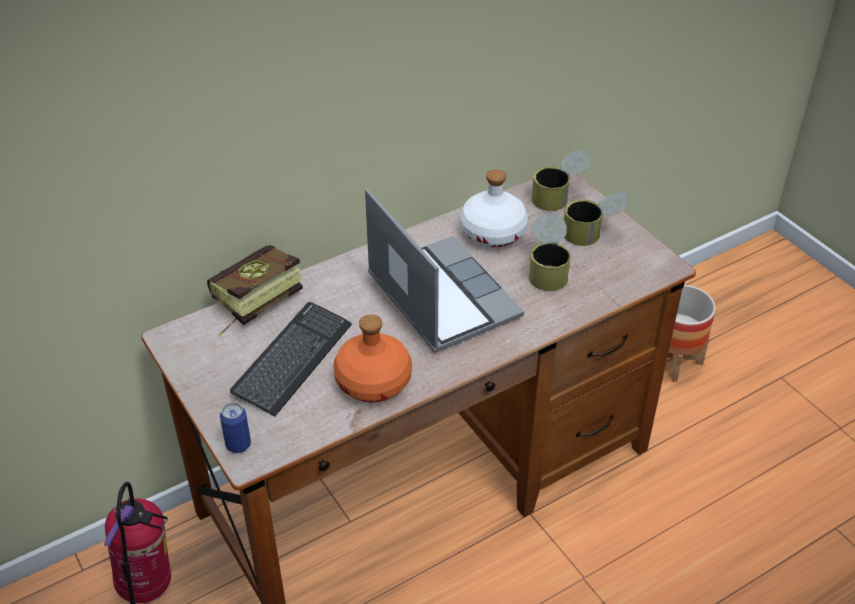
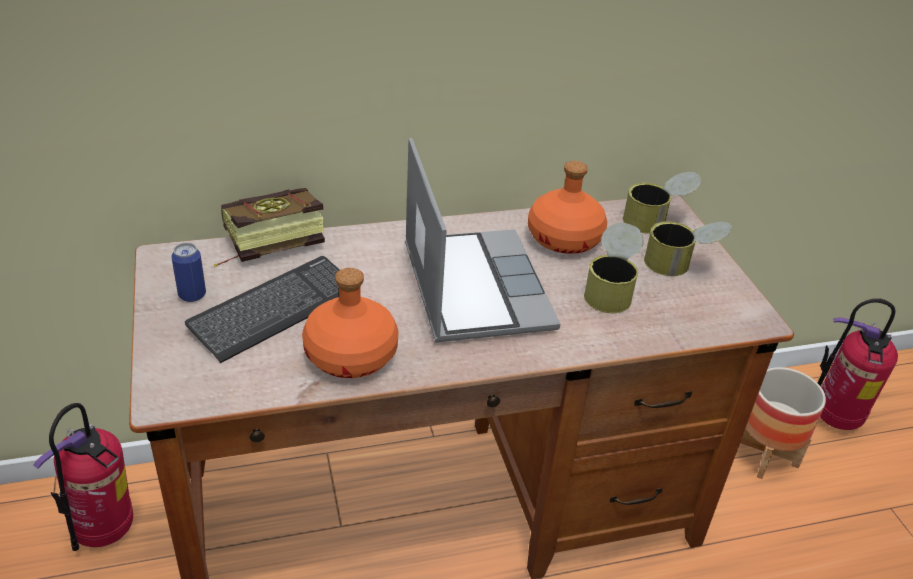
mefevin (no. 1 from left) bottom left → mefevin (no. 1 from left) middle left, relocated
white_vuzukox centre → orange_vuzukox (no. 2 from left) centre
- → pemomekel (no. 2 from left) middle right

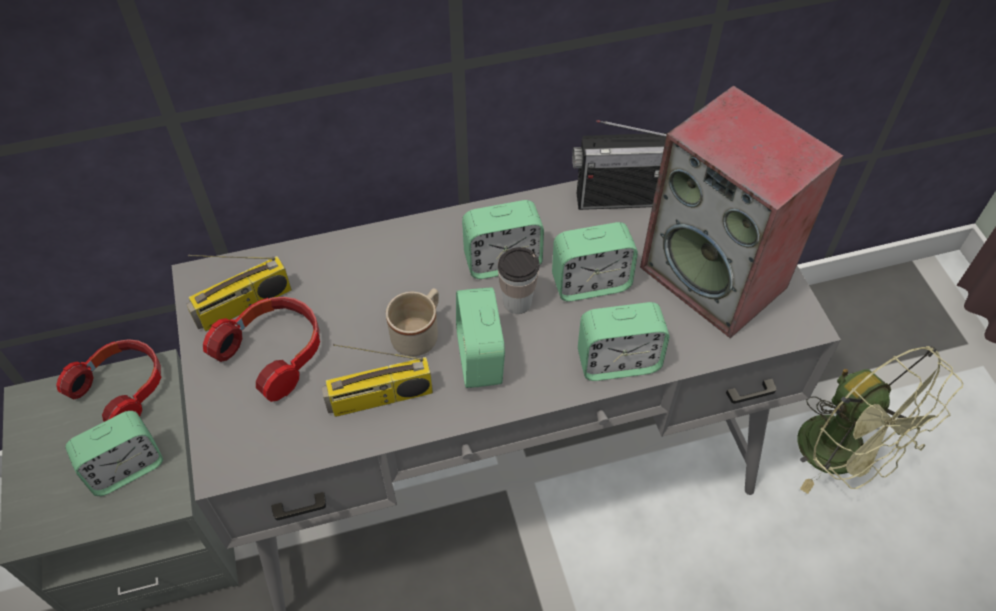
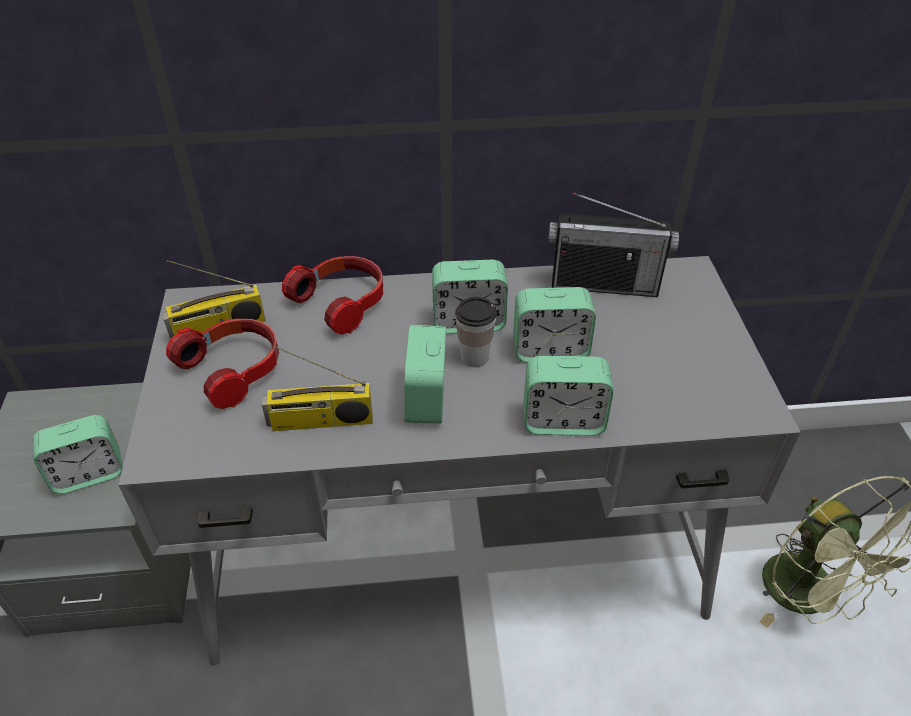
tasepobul (no. 1 from left in the first image) middle left → tasepobul (no. 2 from left) centre, relocated
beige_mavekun centre → -
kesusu middle right → -

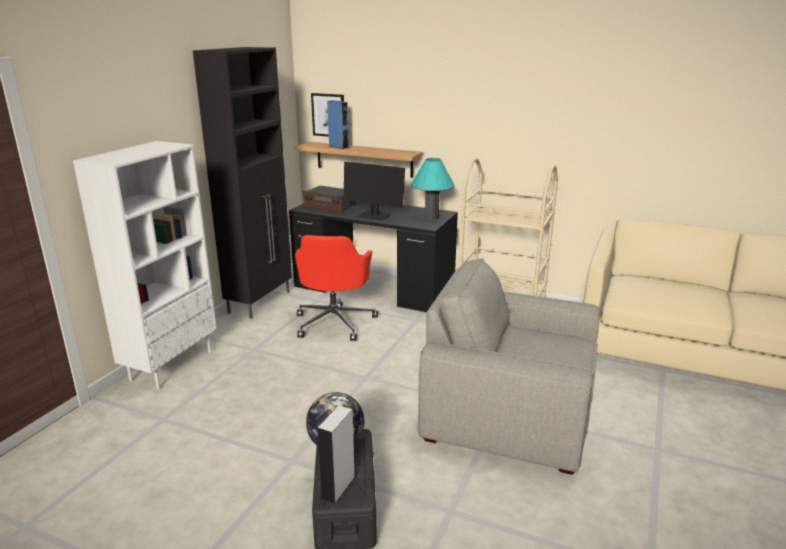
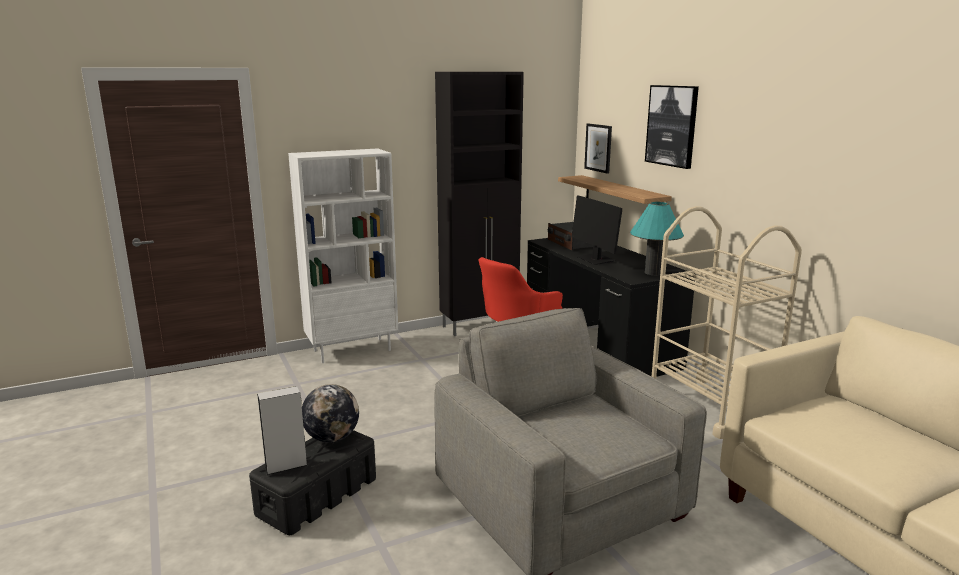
- → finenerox (no. 2 from left) top right
blue_kesusu top centre → -

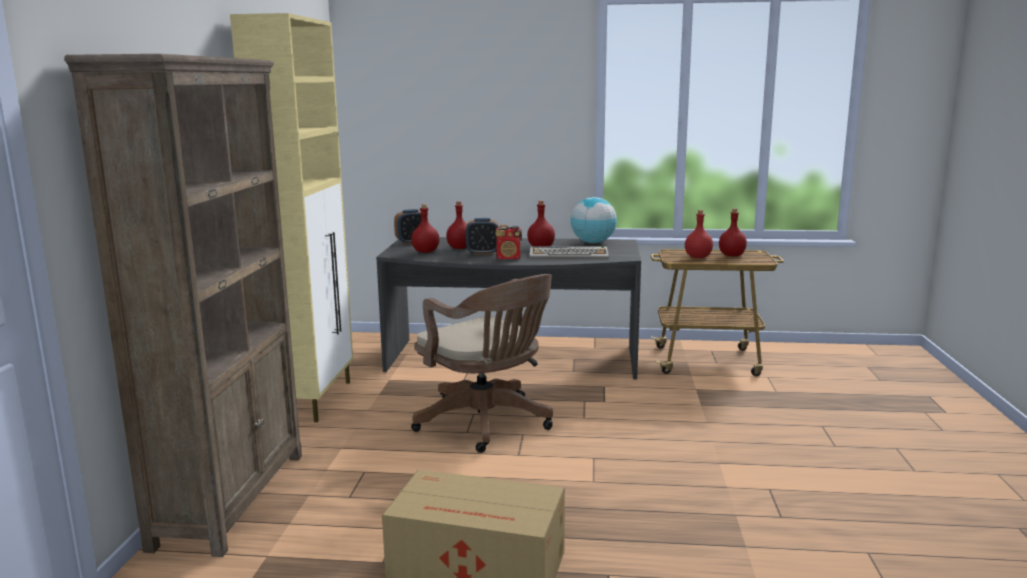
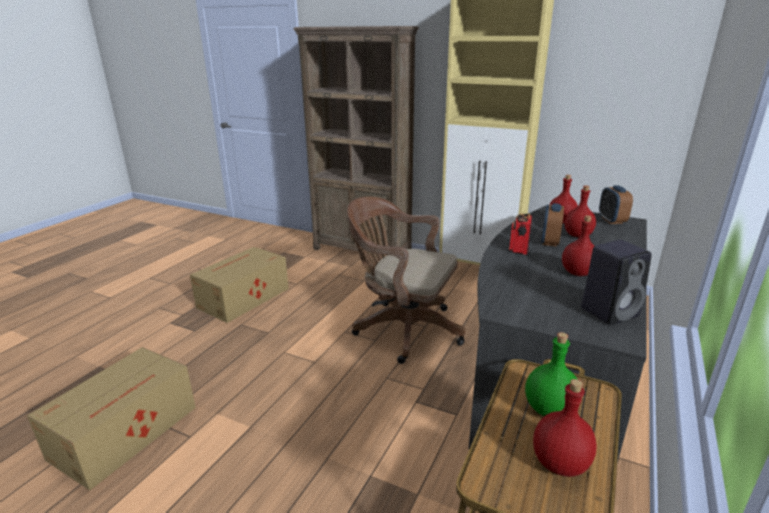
- → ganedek (no. 1 from left) bottom left
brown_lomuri centre, 45 degrees clockwise
red_vuzukox (no. 4 from left) middle right → green_vuzukox bottom right
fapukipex centre → black_kesusu middle right
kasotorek centre → -

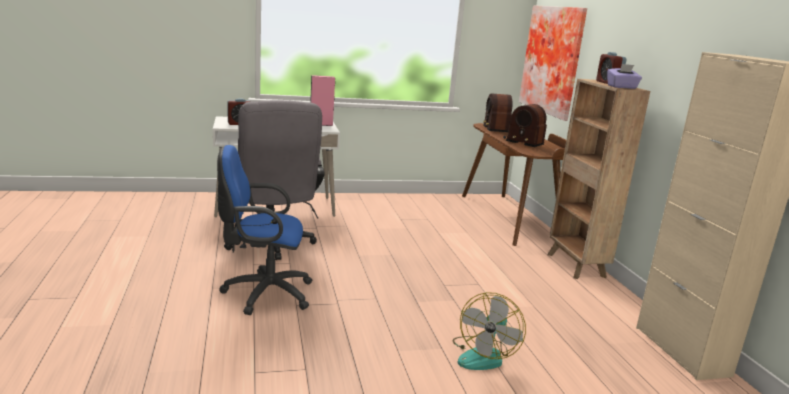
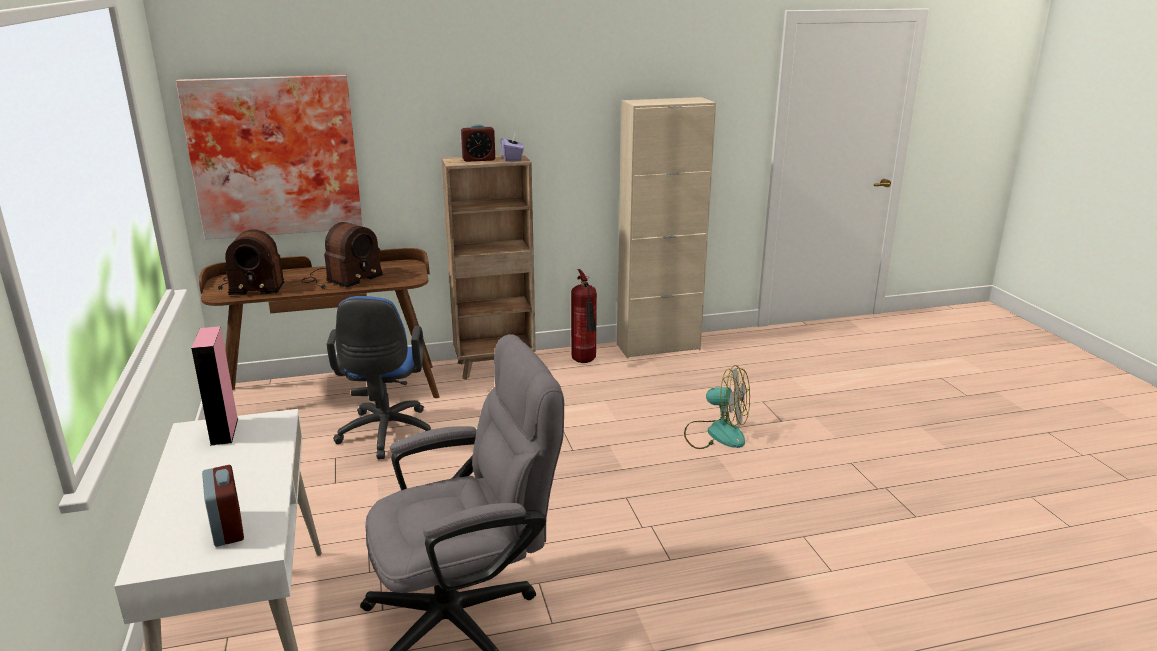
blue_lomuri centre → blue_lomuri middle left, relocated
- → pemomekel centre

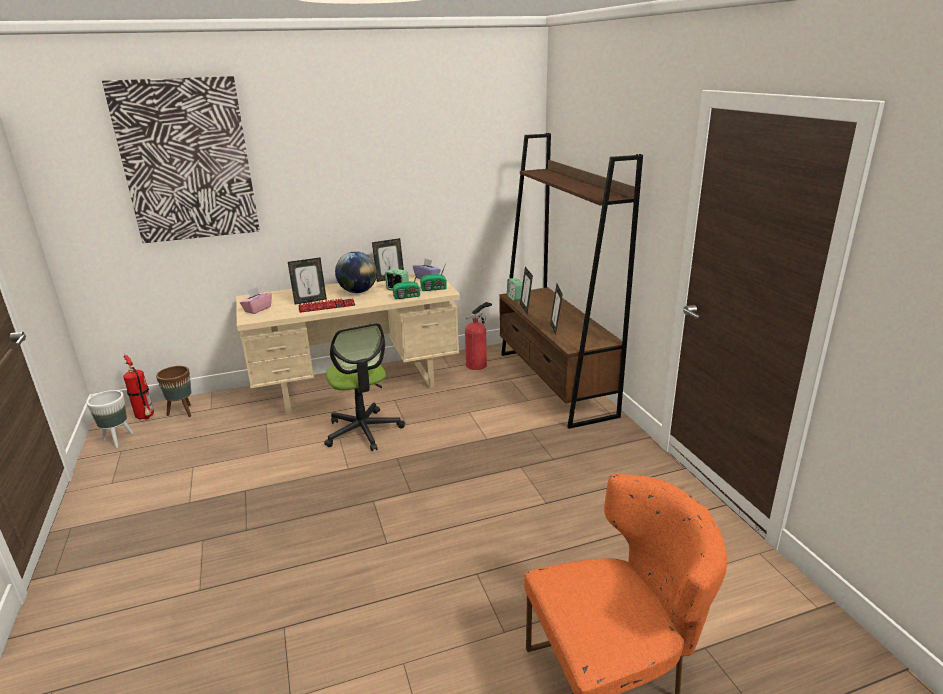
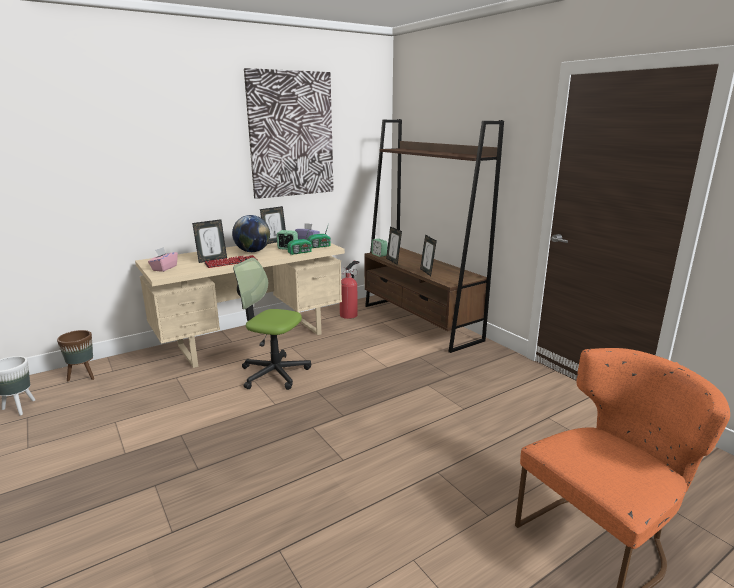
lomuri centre, 150 degrees clockwise
finenerox top left → finenerox top centre, relocated
pemomekel (no. 1 from left) middle left → -

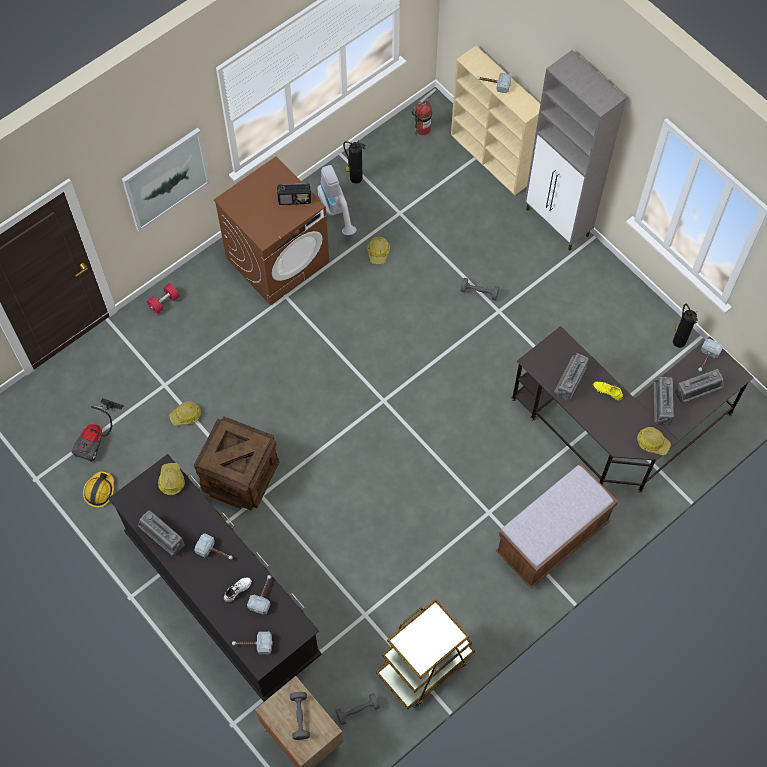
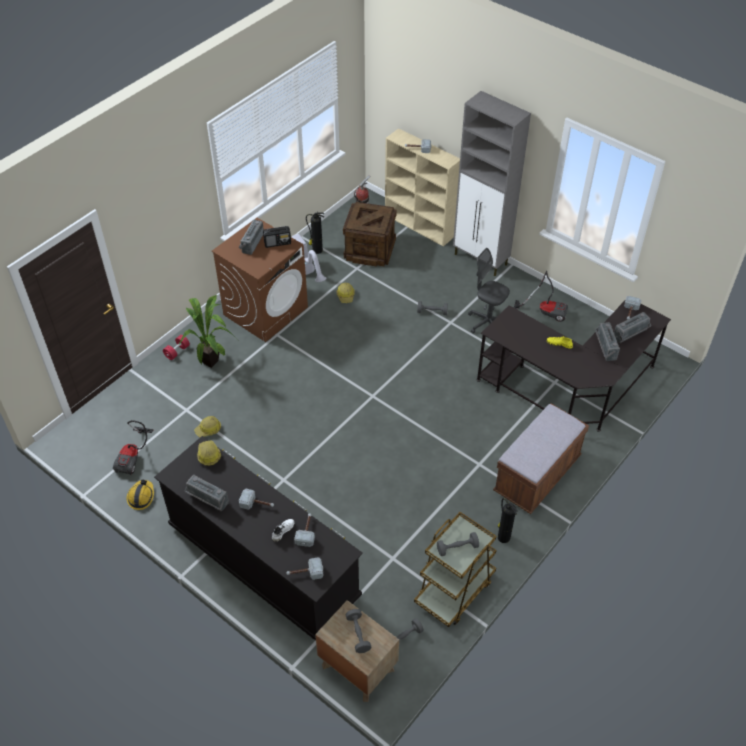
- → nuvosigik middle left
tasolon (no. 3 from left in the first image) middle right → tasolon (no. 2 from left) top centre, relocated
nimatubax middle left → nimatubax top centre, relocated
- → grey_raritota (no. 4 from left) bottom centre
- → grey_lomuri centre
pemomekel (no. 3 from left) middle right → pemomekel (no. 3 from left) bottom right, relocated
- → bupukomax (no. 3 from left) middle right
finenerox top left → -
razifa (no. 5 from left) middle right → -

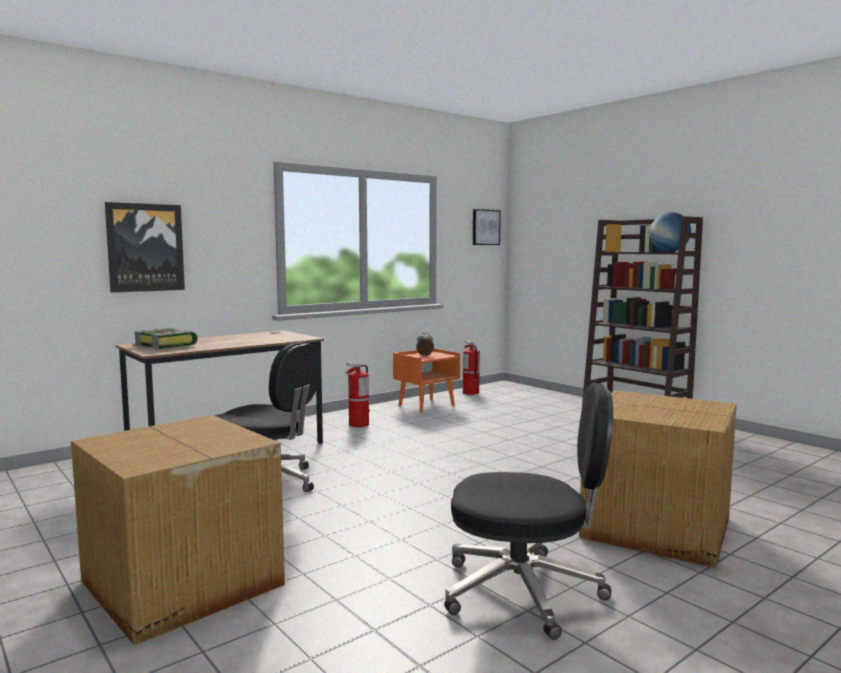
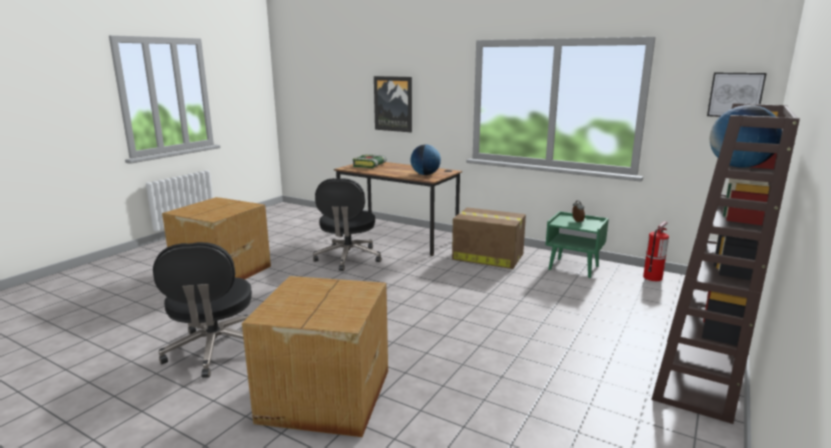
- → fapukipex (no. 1 from left) centre
pemomekel (no. 1 from left) centre → ganedek (no. 3 from left) centre
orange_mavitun centre → green_mavitun middle right

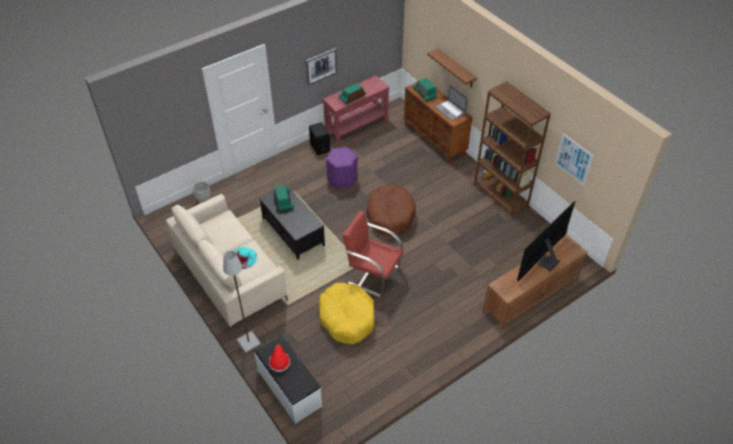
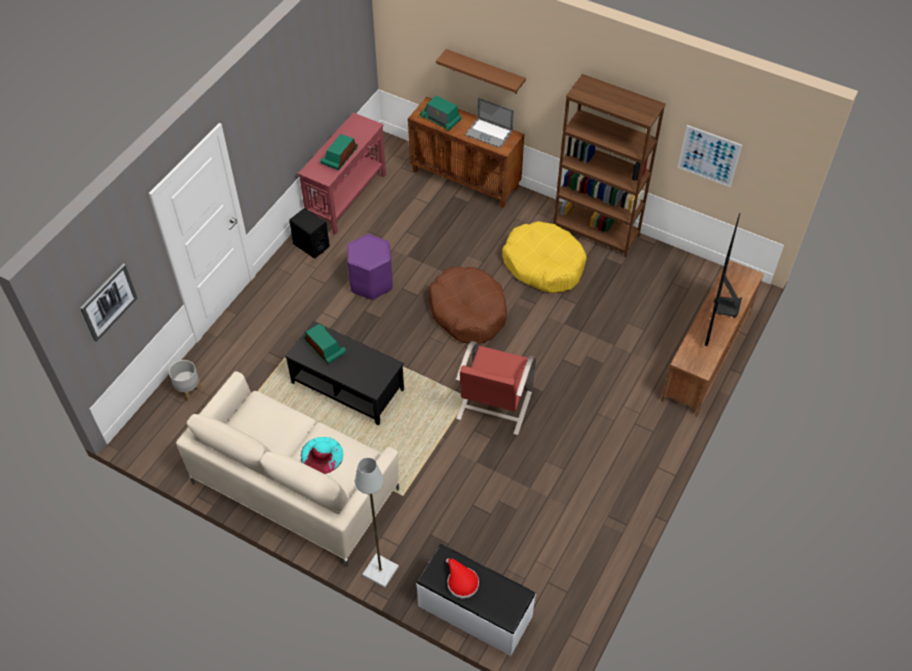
finenerox (no. 1 from left) top centre → finenerox (no. 1 from left) middle left, relocated
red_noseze centre, 75 degrees counterclockwise
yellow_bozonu bottom centre → yellow_bozonu centre, relocated

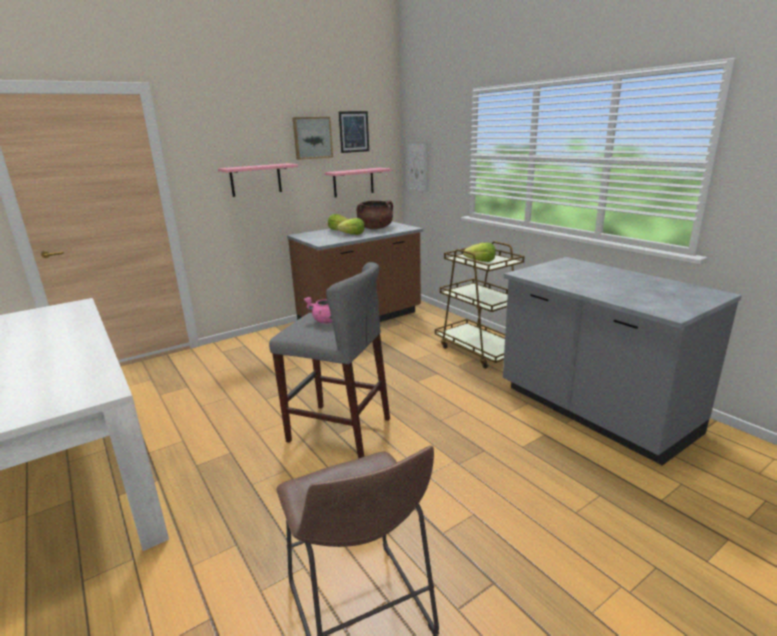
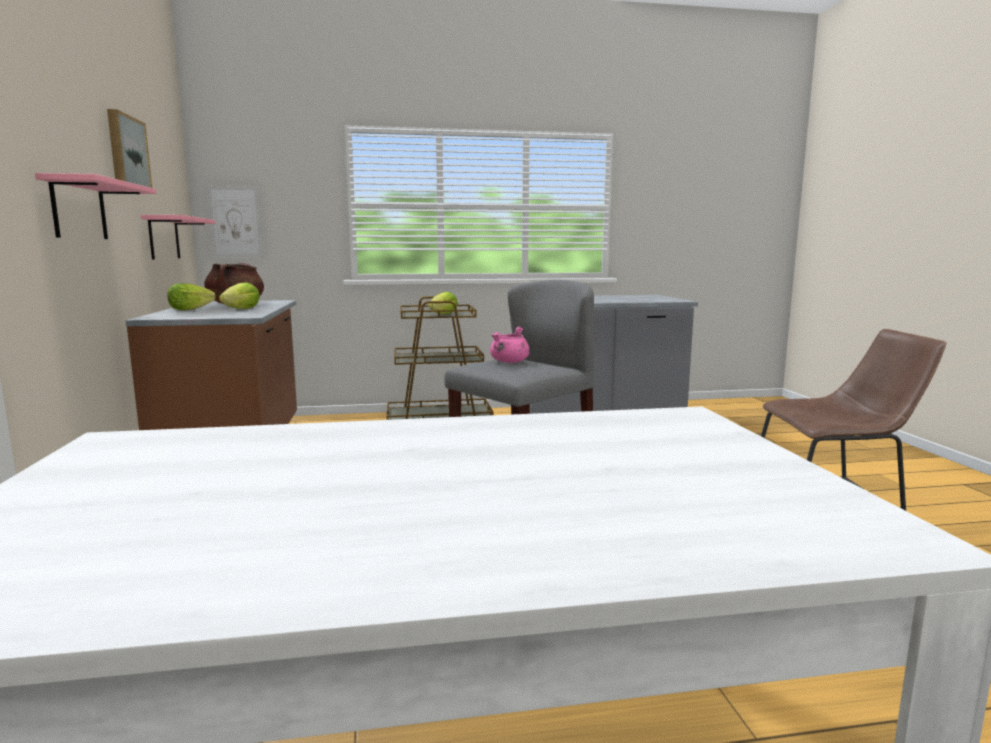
finenerox (no. 2 from left) top centre → -

